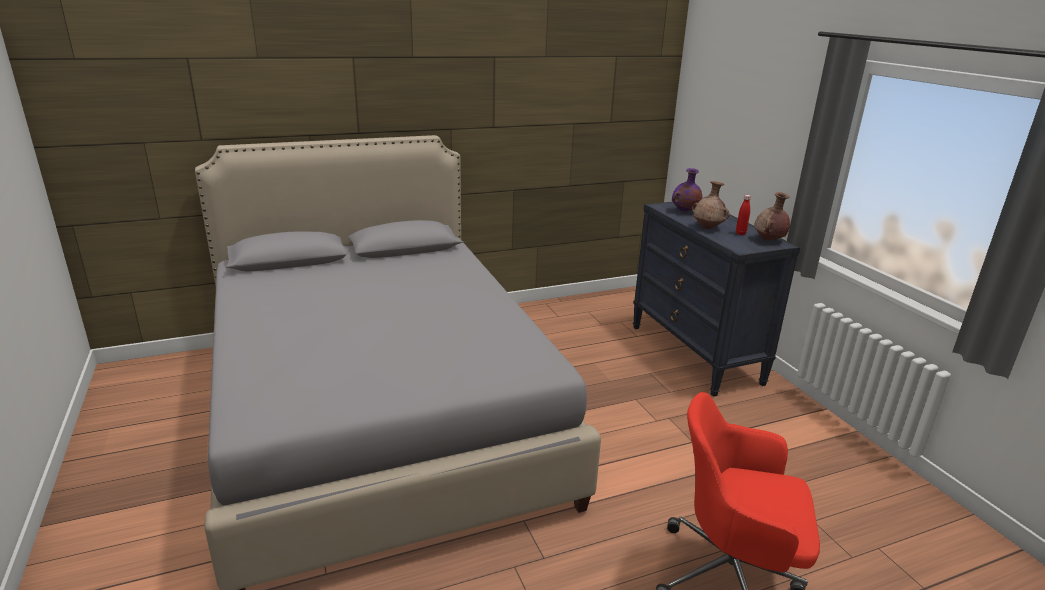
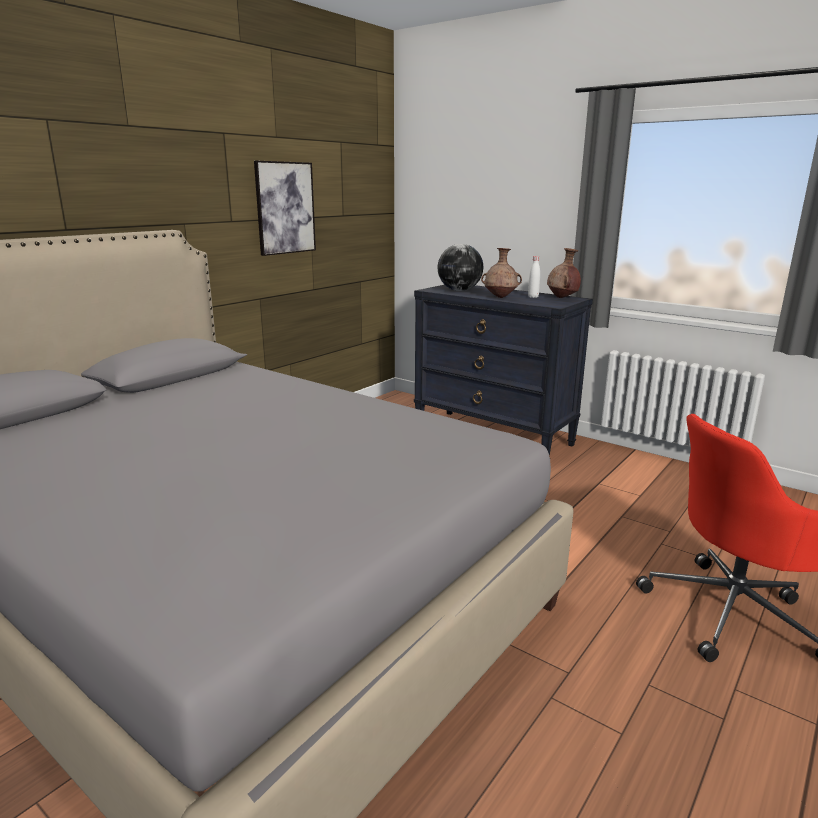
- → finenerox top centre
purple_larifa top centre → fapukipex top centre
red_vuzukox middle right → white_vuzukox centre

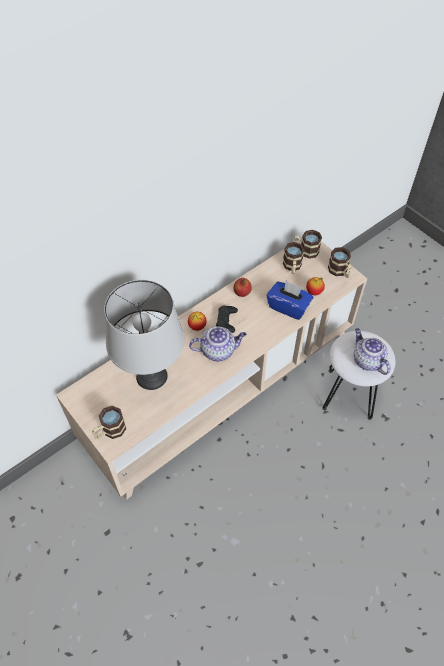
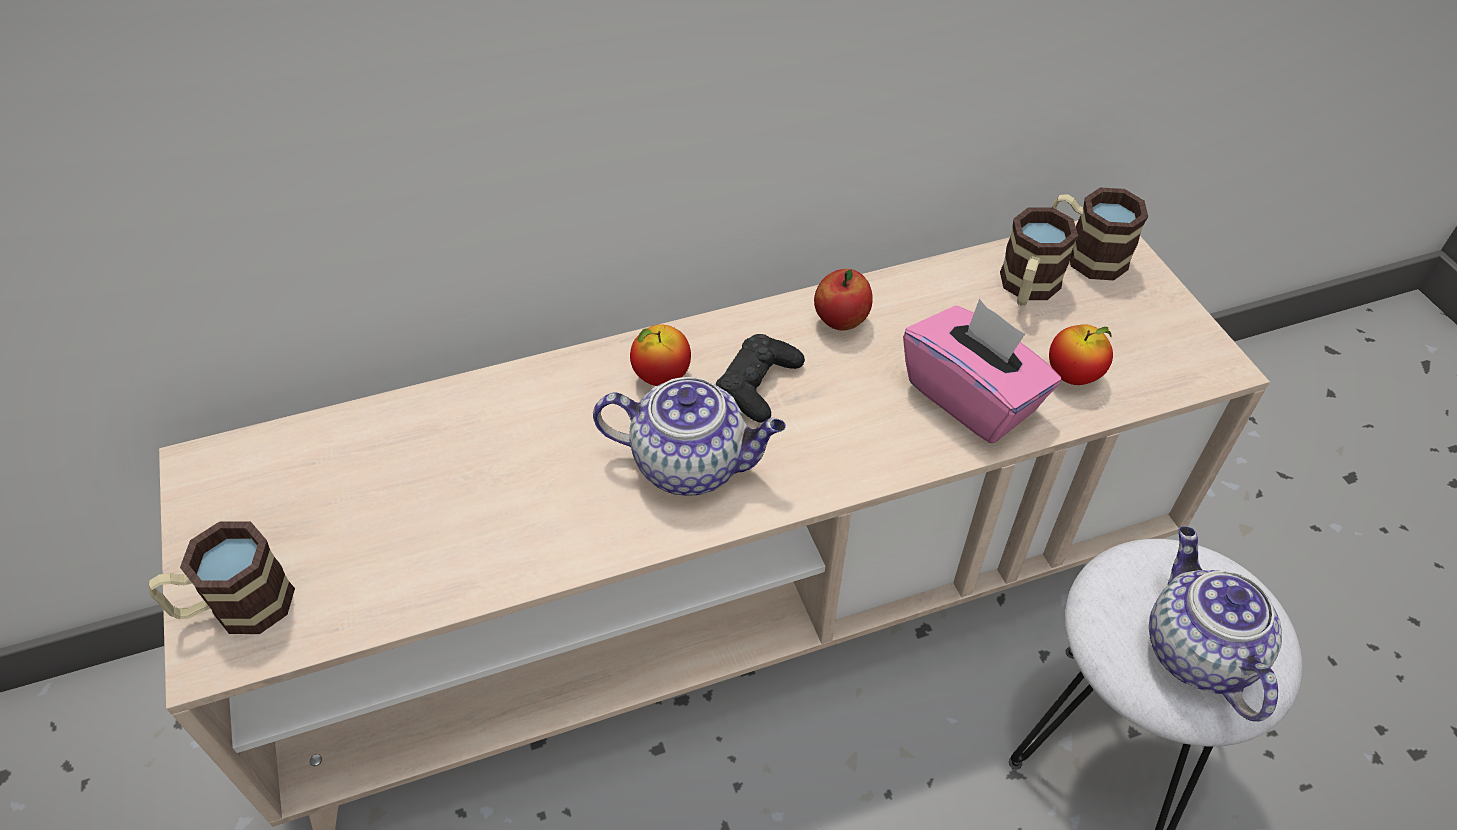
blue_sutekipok centre → pink_sutekipok middle right
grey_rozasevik middle left → -
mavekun (no. 4 from left) middle right → -

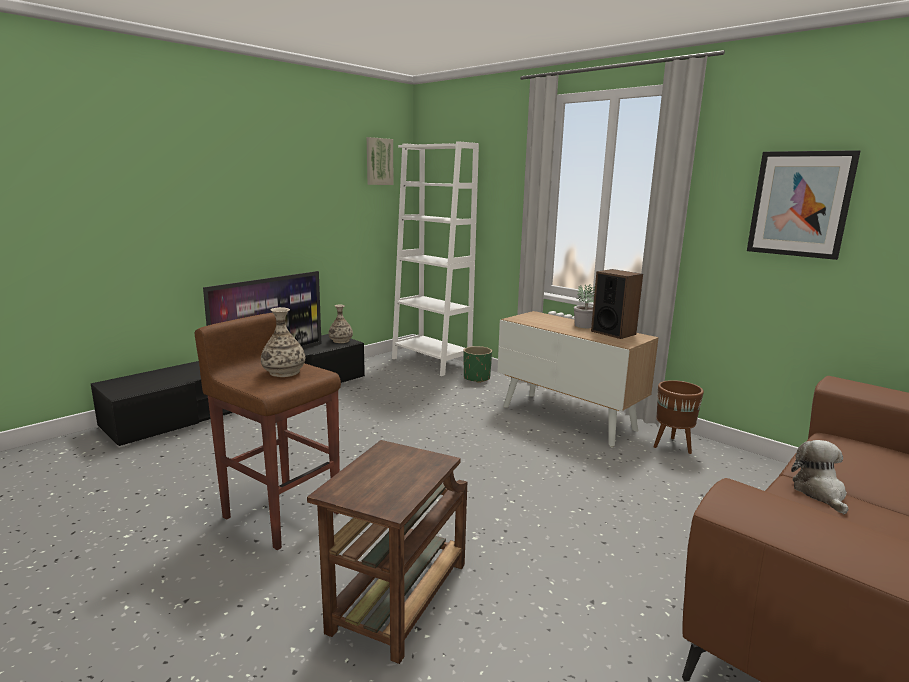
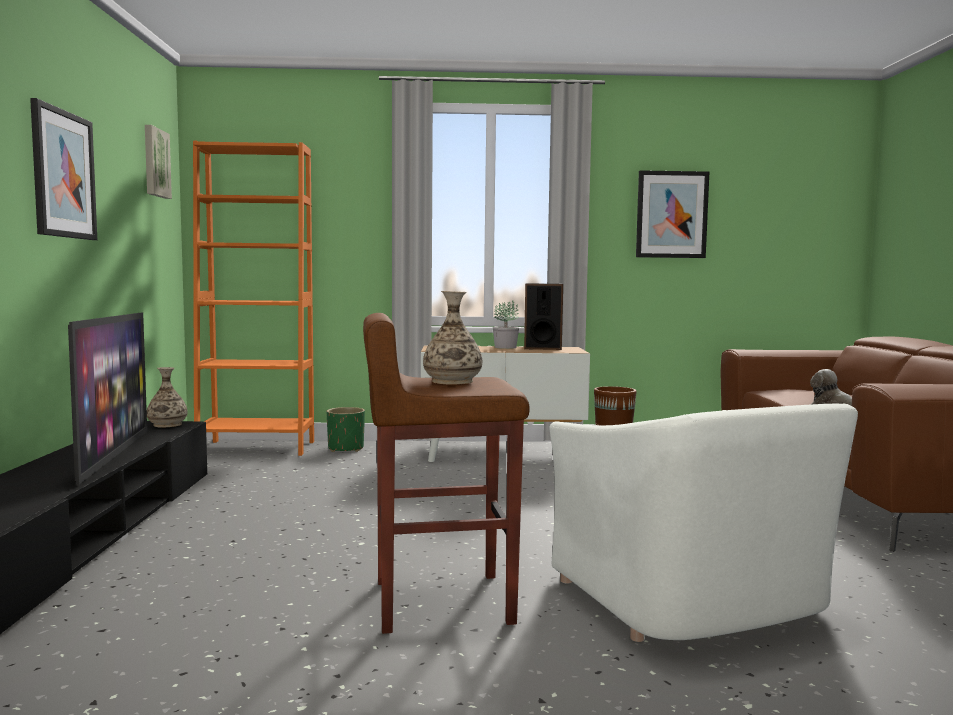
- → finenerox (no. 1 from left) top left
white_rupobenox centre → orange_rupobenox middle left
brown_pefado bottom centre → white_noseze bottom right

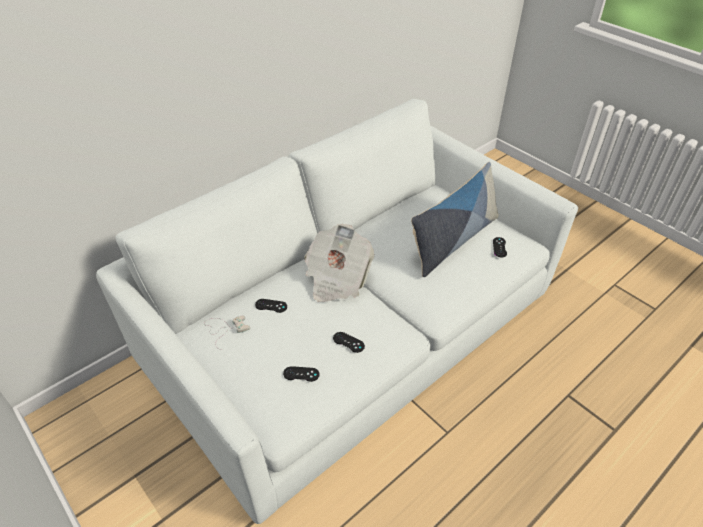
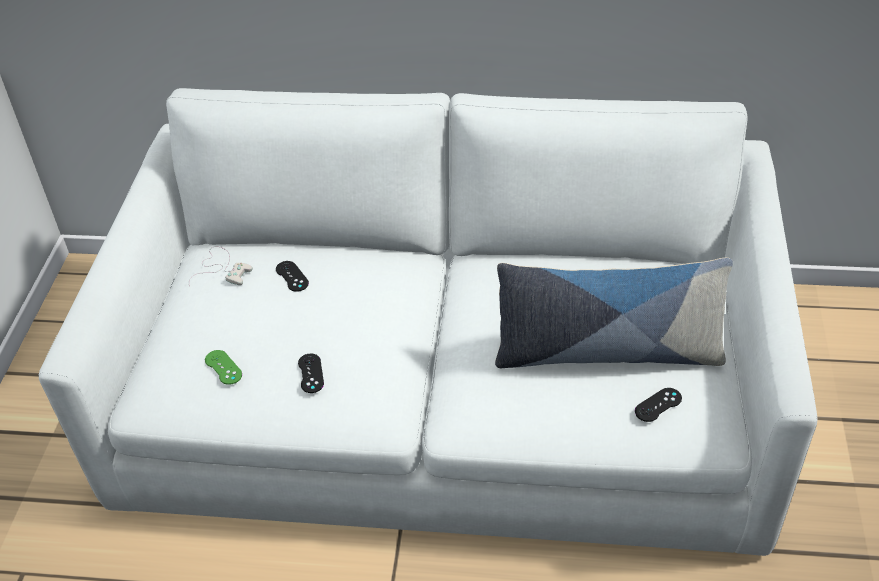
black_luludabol (no. 2 from left) bottom centre → green_luludabol middle left
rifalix centre → -

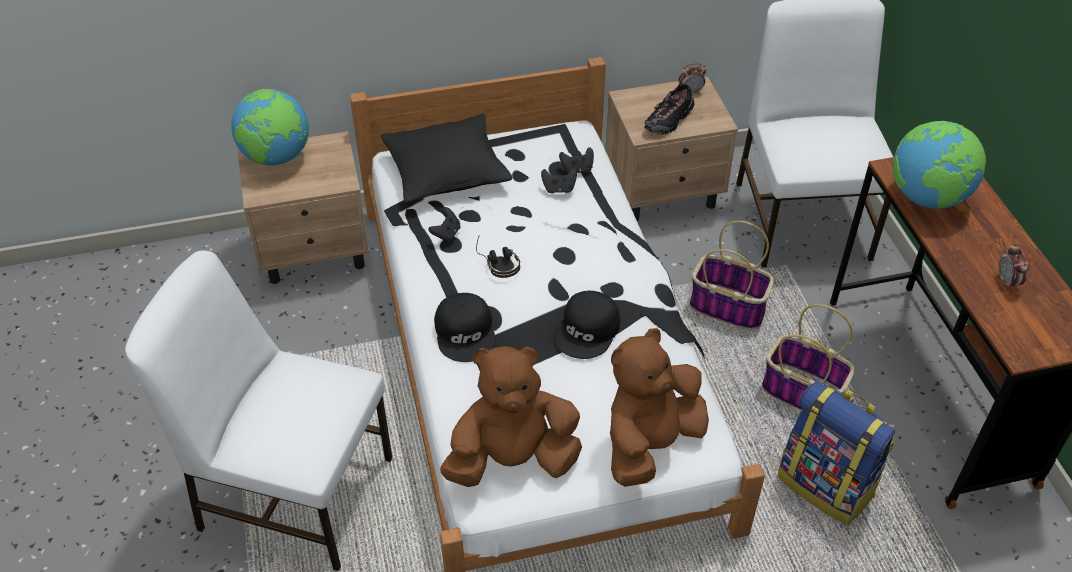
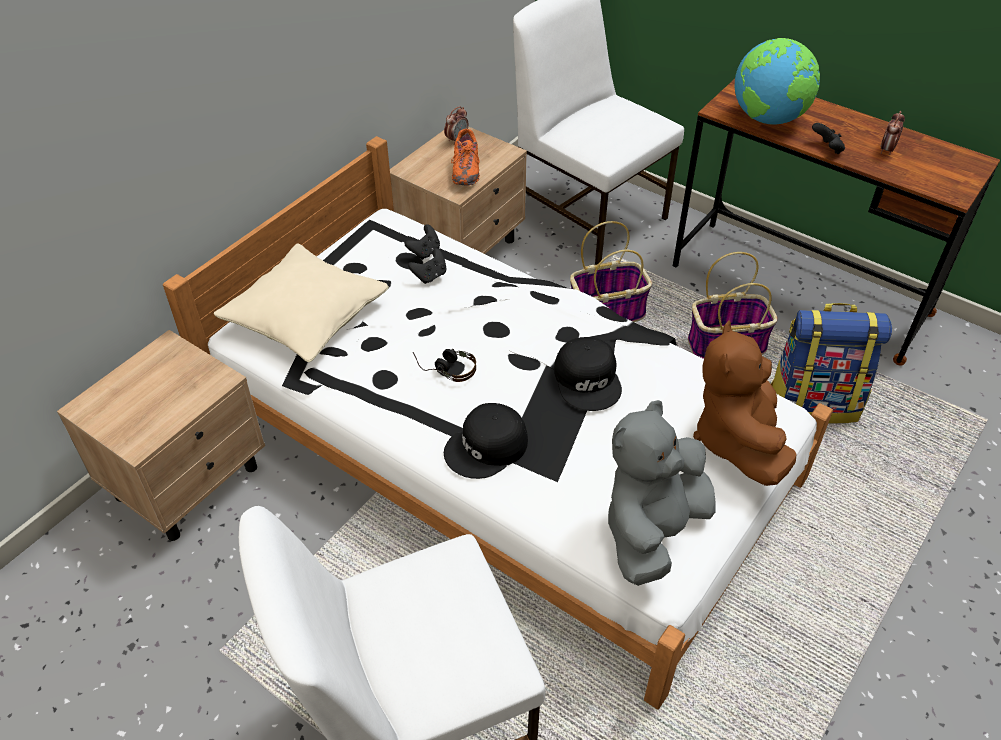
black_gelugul top centre → beige_gelugul middle left
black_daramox (no. 1 from left) centre, 105 degrees clockwise
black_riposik top centre → orange_riposik top centre
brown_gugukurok (no. 1 from left) bottom centre → grey_gugukurok centre
black_luludabol (no. 1 from left in the first image) centre → black_luludabol (no. 3 from left) top right, relocated
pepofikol (no. 2 from left) middle right → pepofikol (no. 2 from left) top right, 75 degrees clockwise
fapukipex (no. 1 from left) top left → -

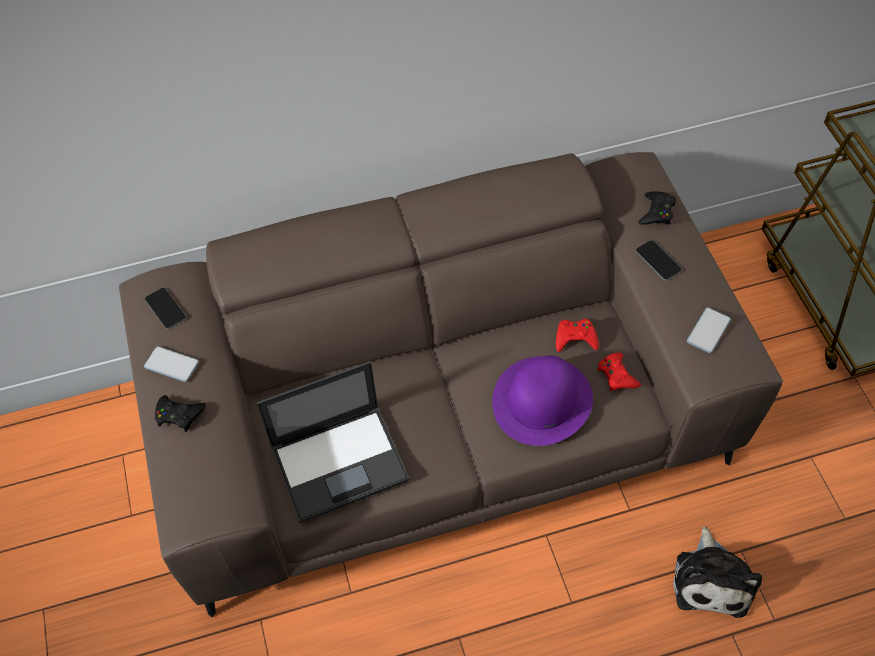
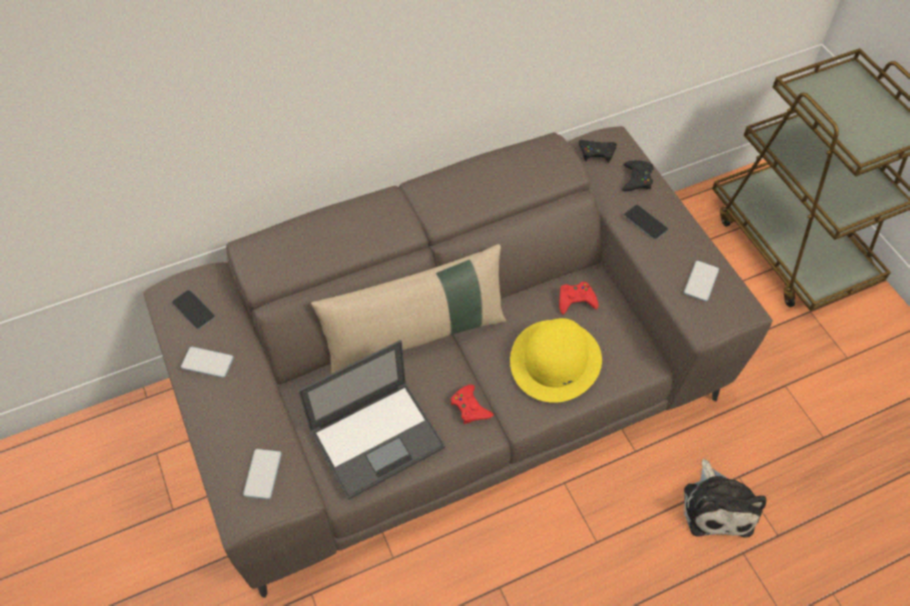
- → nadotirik (no. 3 from left) bottom left
- → beige_gelugul centre
red_luludabol (no. 2 from left in the first image) middle right → red_luludabol (no. 1 from left) bottom centre, relocated
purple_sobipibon centre → yellow_sobipibon centre
black_luludabol (no. 1 from left) middle left → black_luludabol (no. 1 from left) top centre, relocated

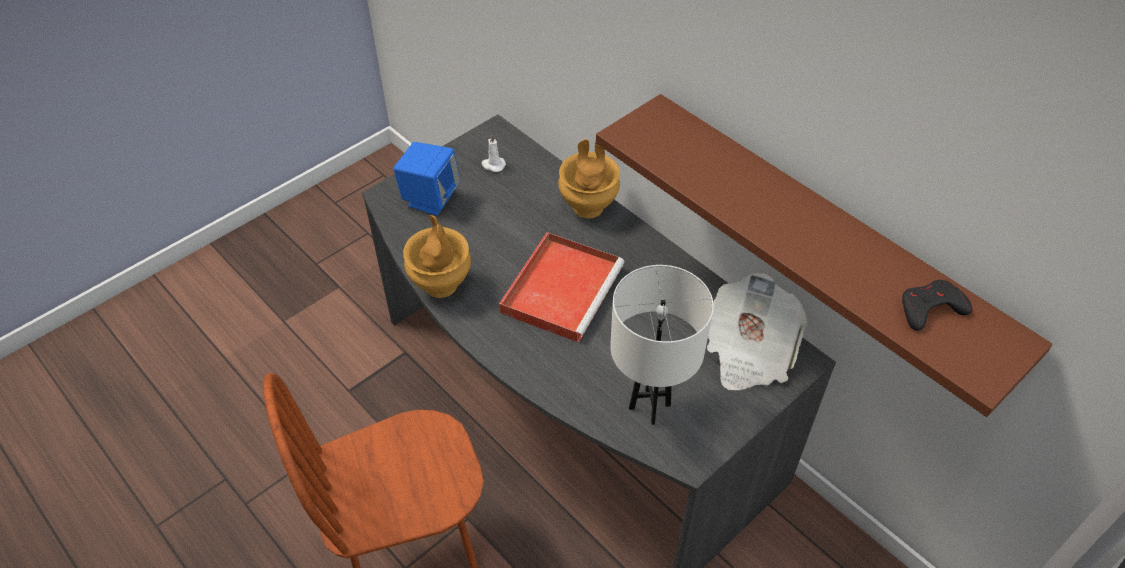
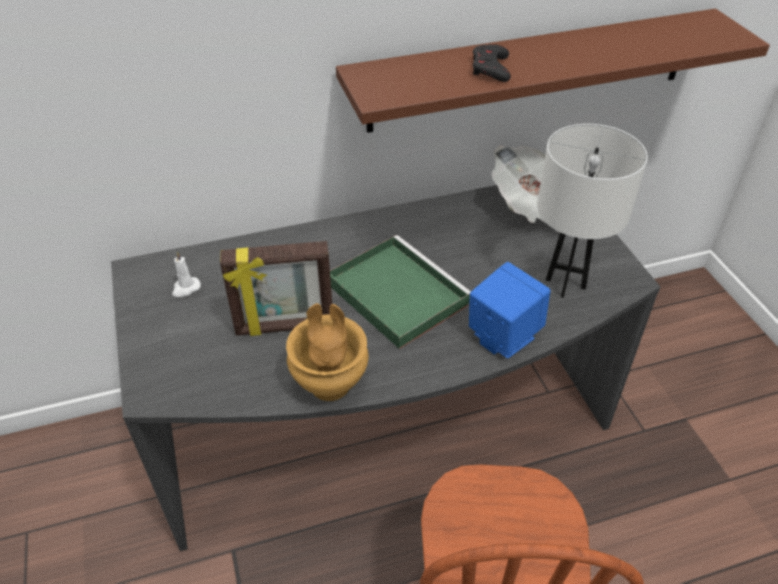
- → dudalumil centre
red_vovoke centre → green_vovoke centre
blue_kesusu top centre → blue_kesusu centre, relocated
black_luludabol middle right → black_luludabol top centre, relocated
brown_larifa (no. 2 from left) top centre → -

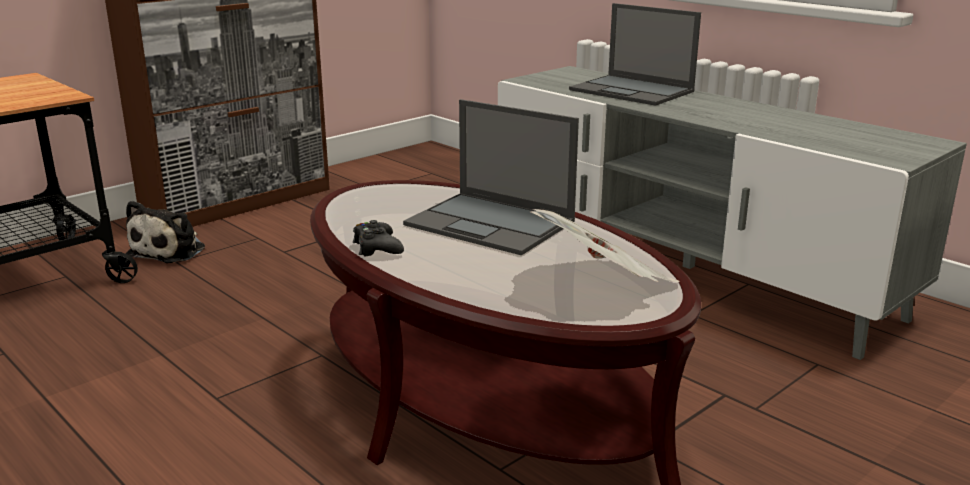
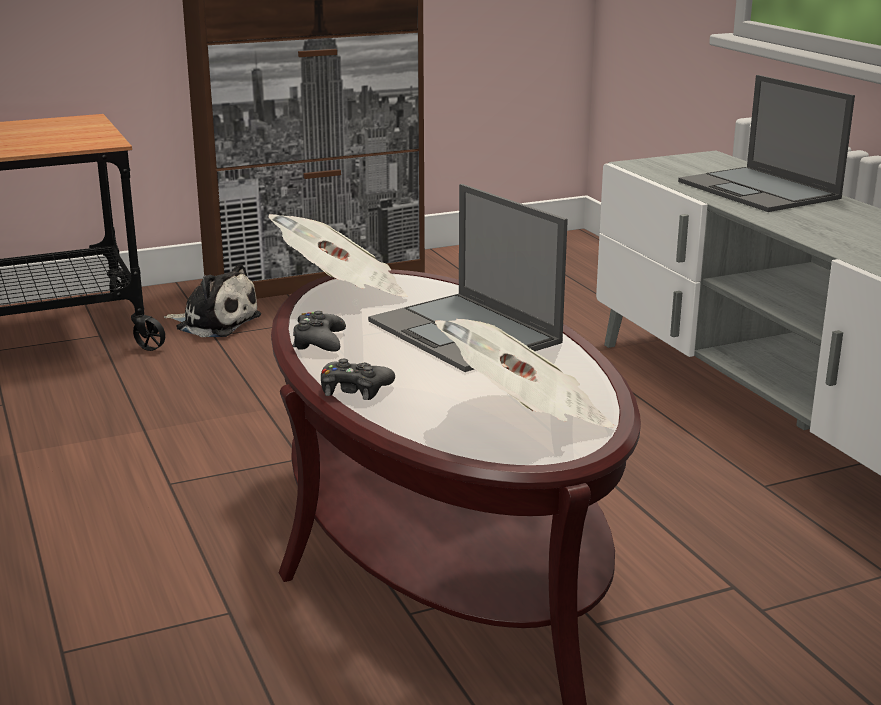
gugukurok middle left, 105 degrees counterclockwise
- → rifalix (no. 1 from left) centre
- → black_luludabol (no. 2 from left) centre

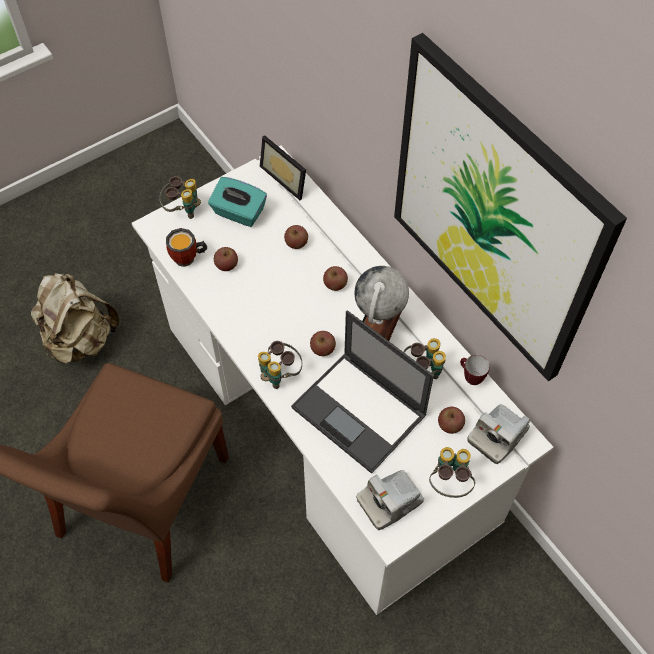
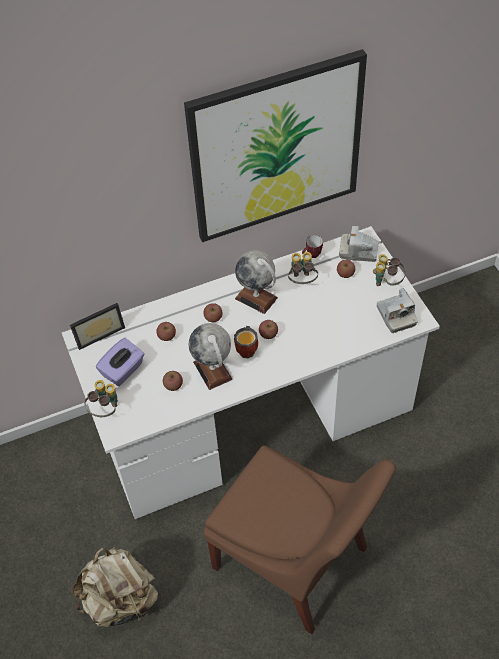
turquoise_sutekipok top centre → purple_sutekipok middle left
- → fapukipex (no. 1 from left) centre
mavekun (no. 1 from left) middle left → mavekun (no. 1 from left) centre, relocated
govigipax (no. 2 from left in the first image) middle right → govigipax (no. 1 from left) middle right, 135 degrees clockwise
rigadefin (no. 2 from left) centre → -
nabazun centre → -

